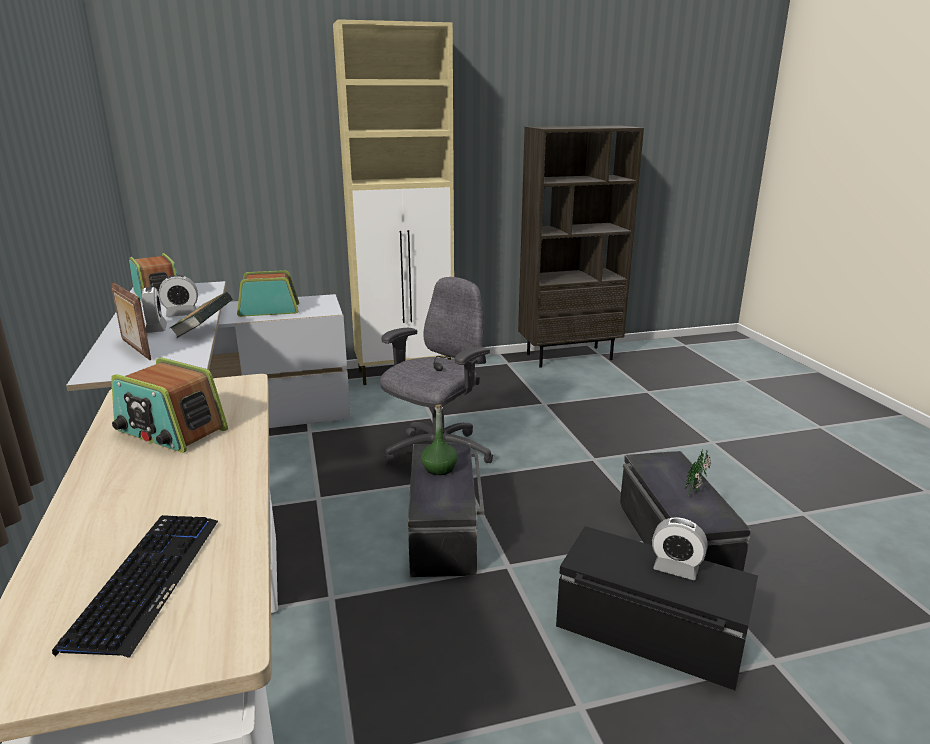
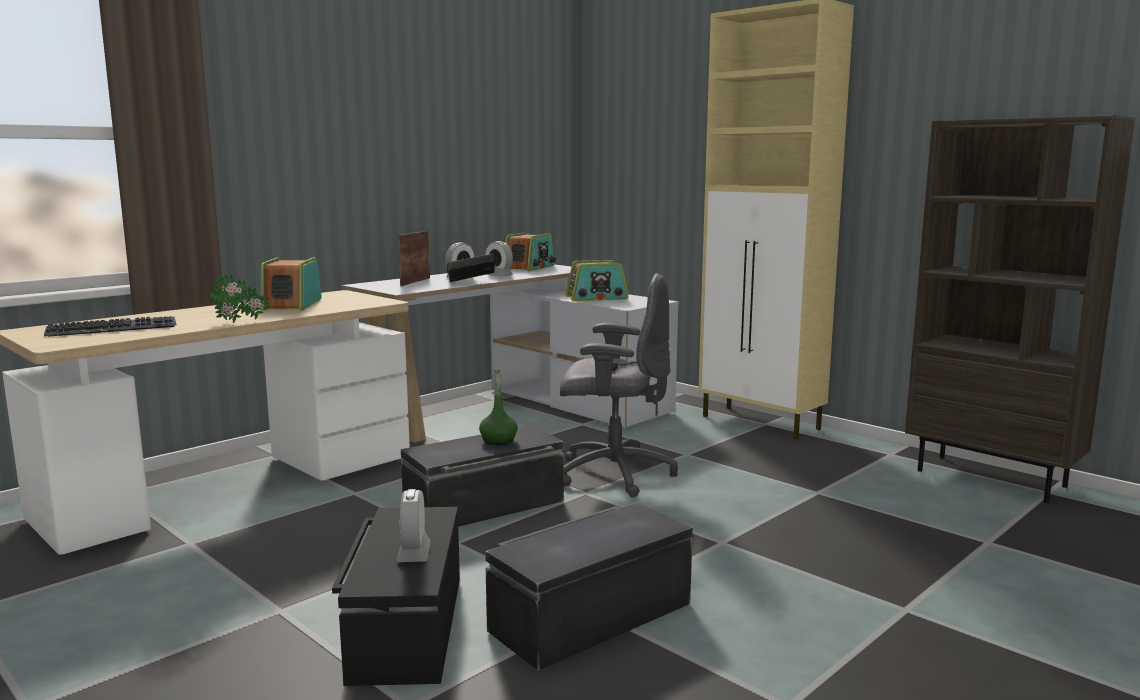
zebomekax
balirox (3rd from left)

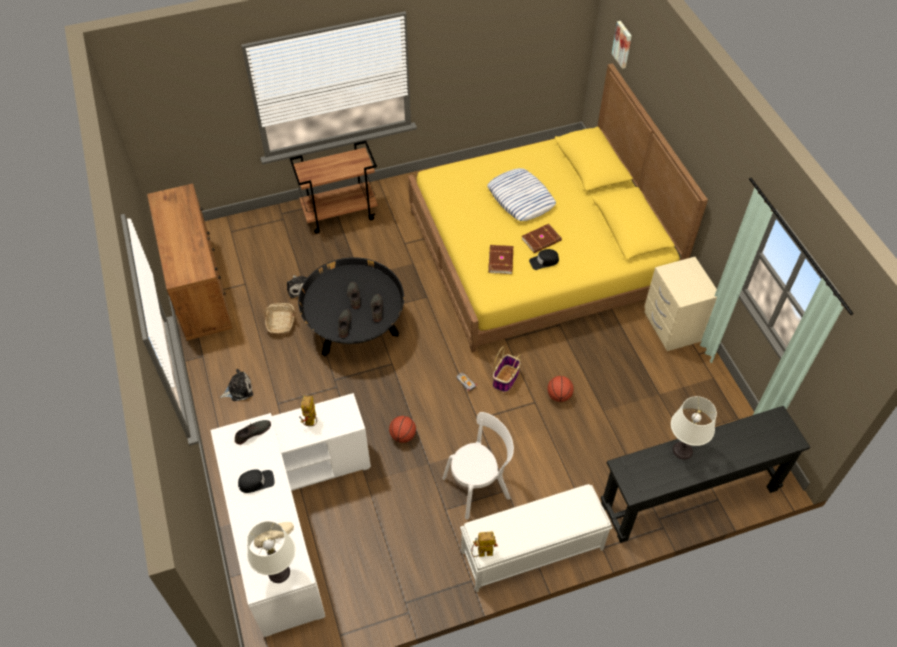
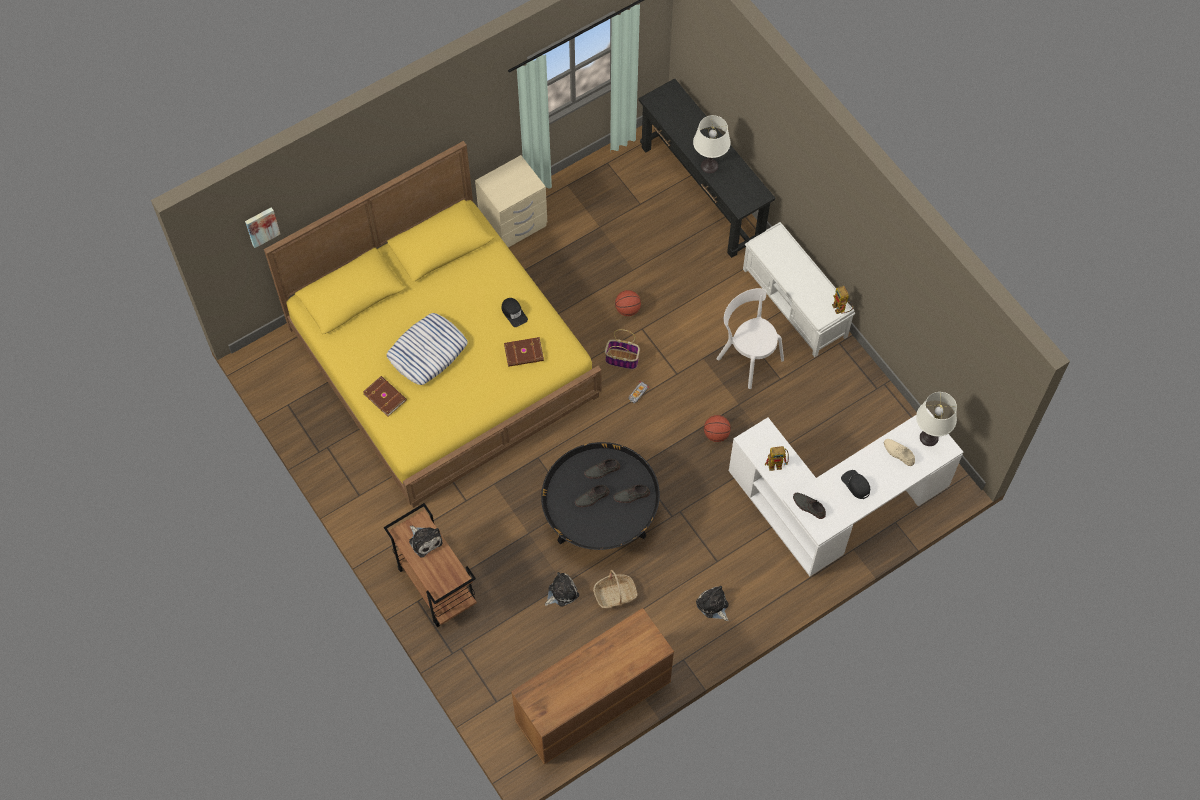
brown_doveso (1st from left)
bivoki (1st from left)

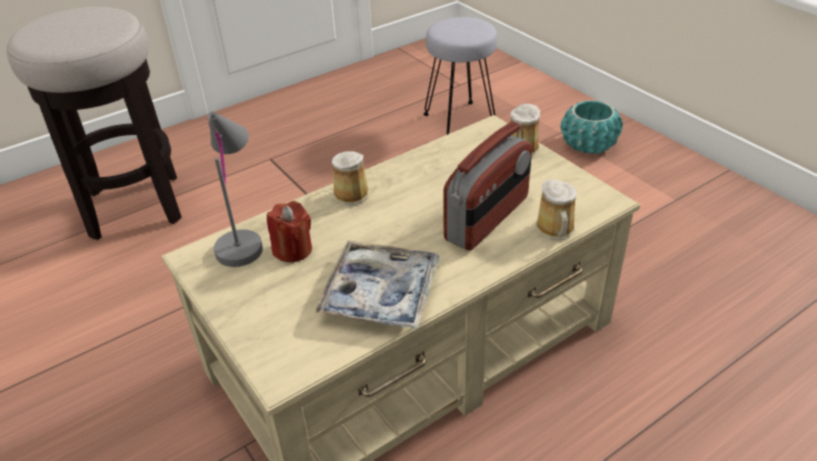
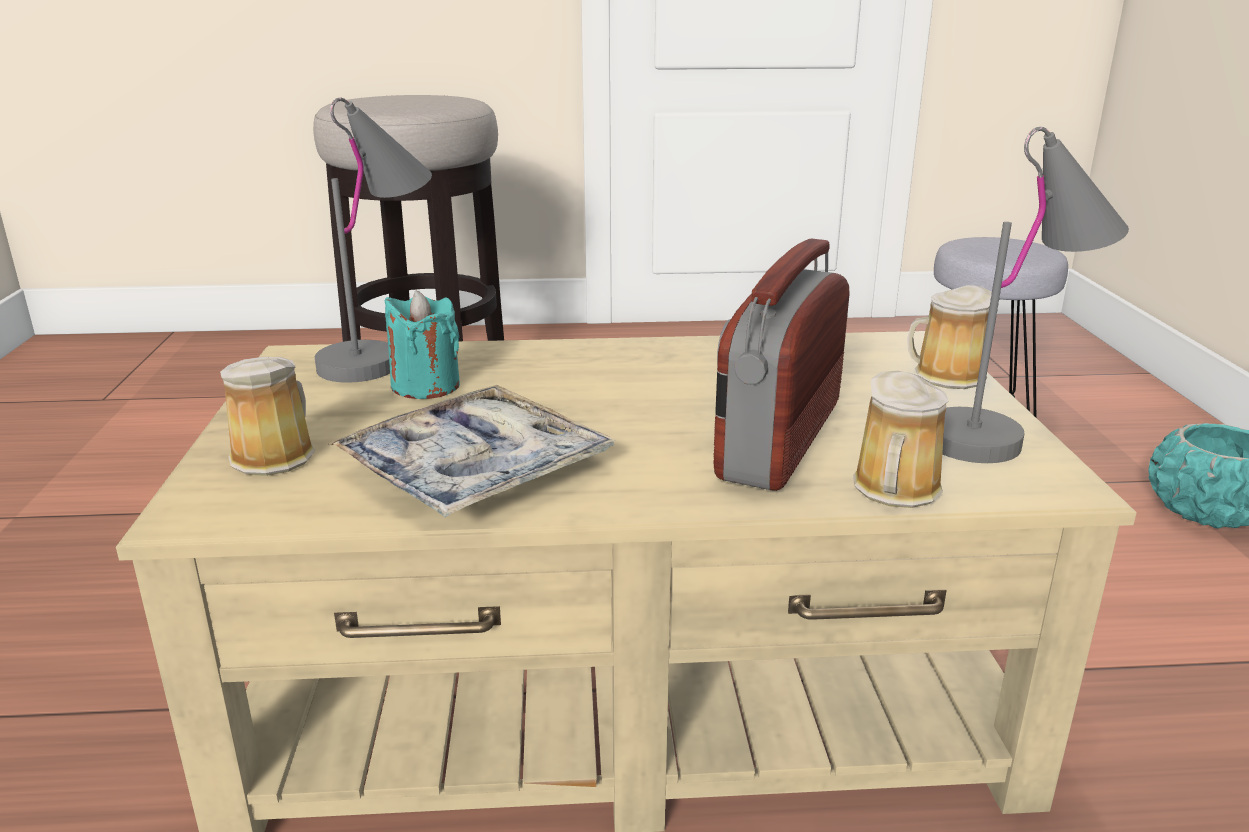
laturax (1st from left)
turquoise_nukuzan
balirox
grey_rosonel (2nd from left)

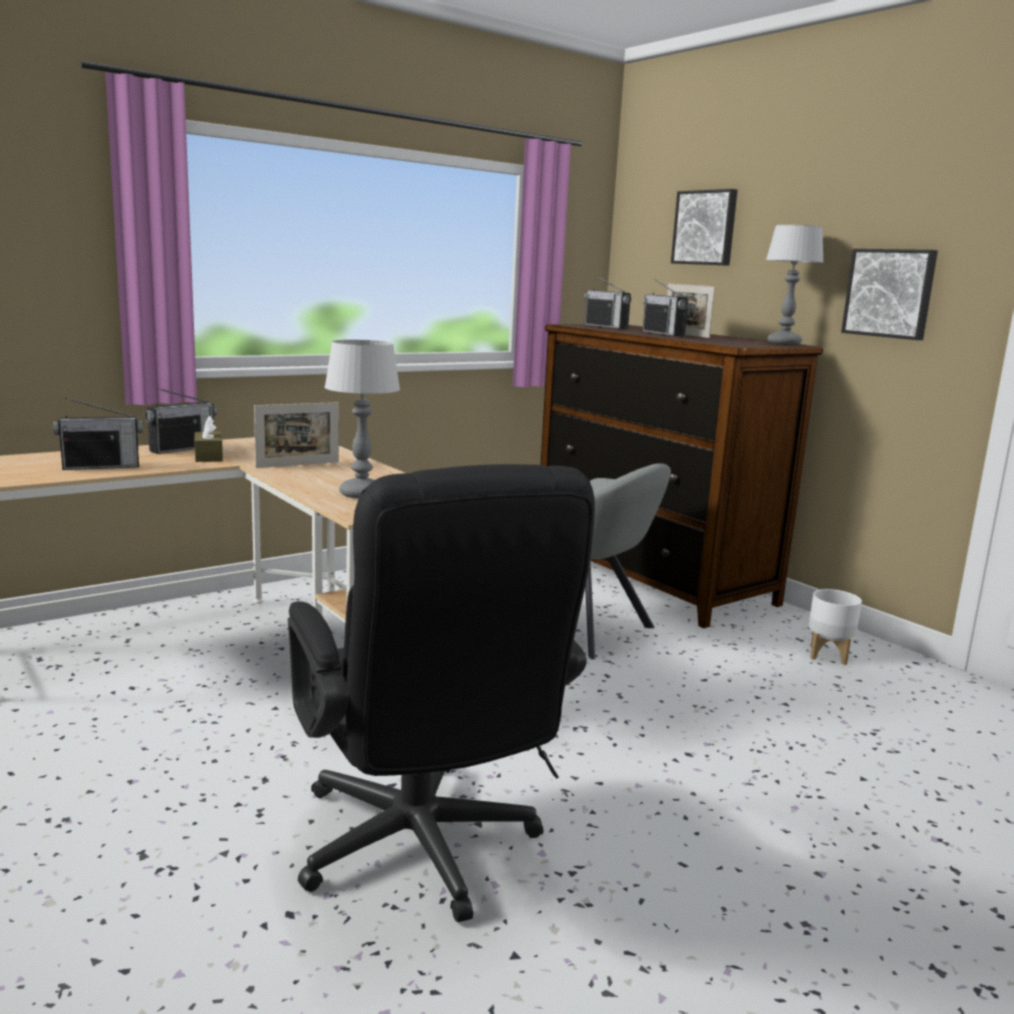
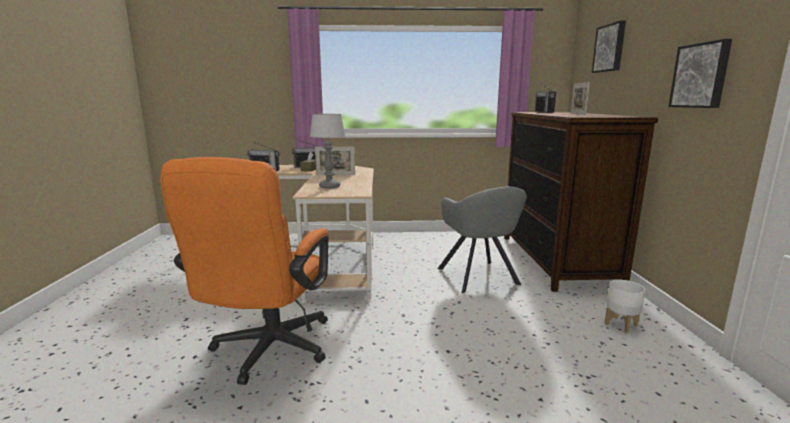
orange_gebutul
balirox (4th from left in the first image)
rosonel (2nd from left in the first image)

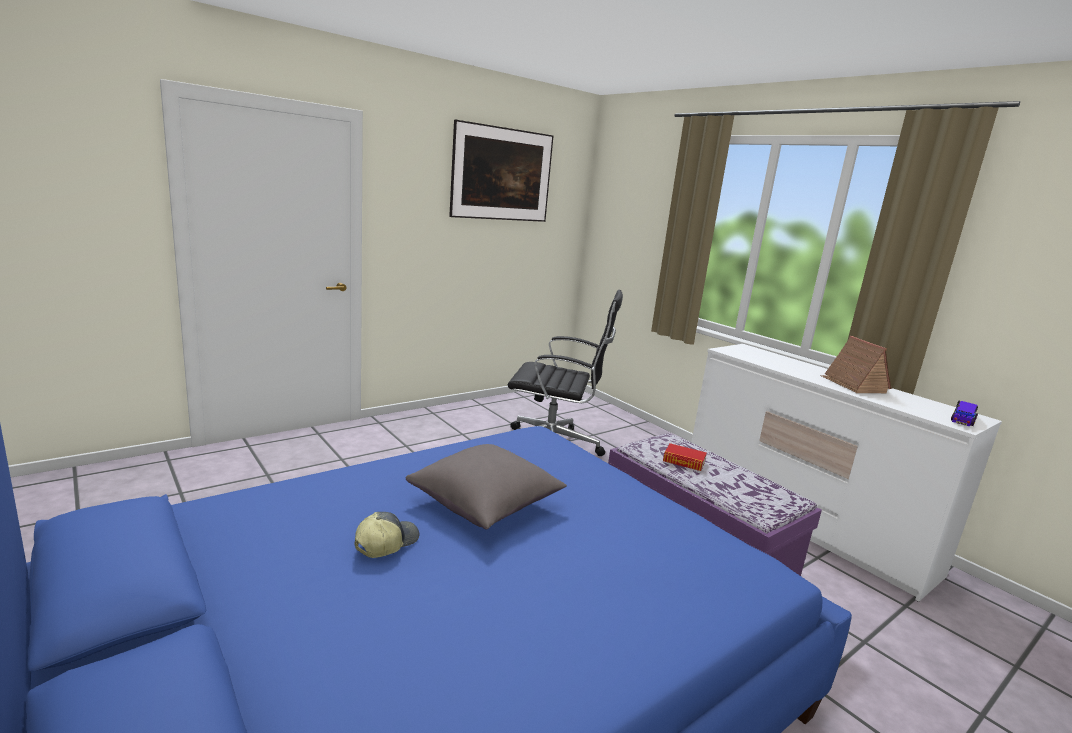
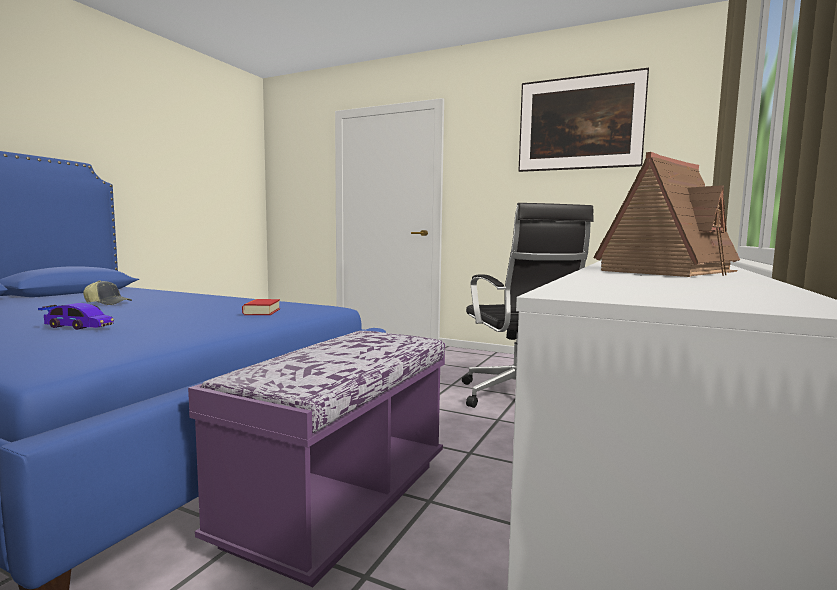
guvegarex
doveso
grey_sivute

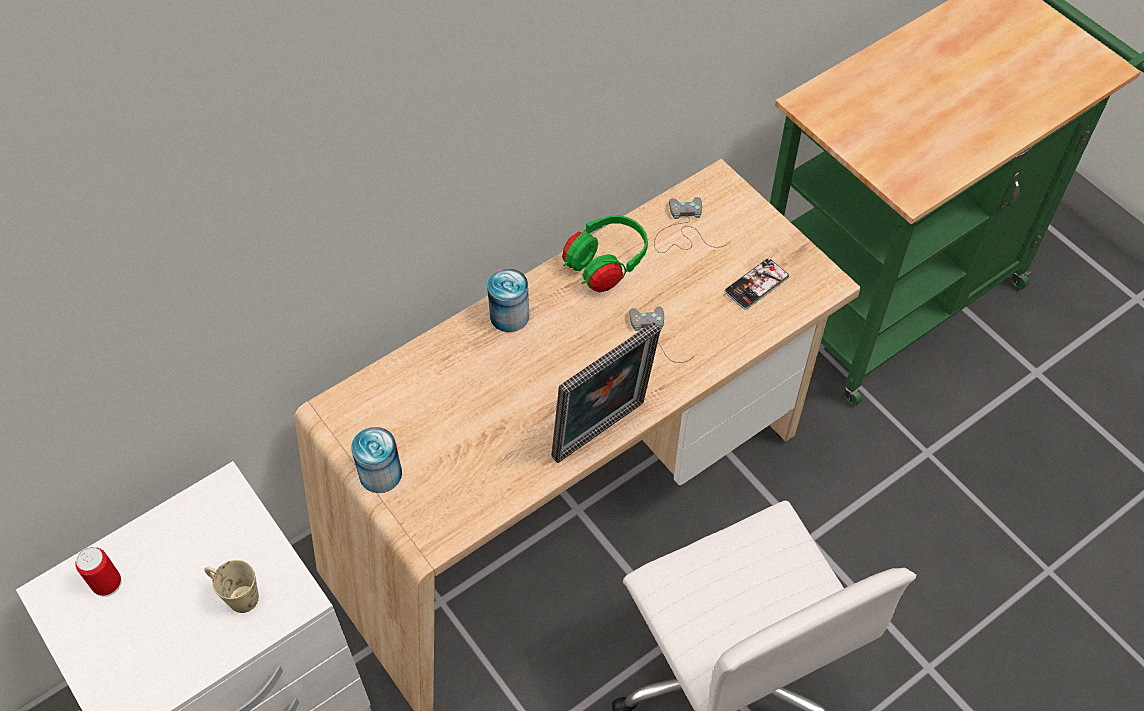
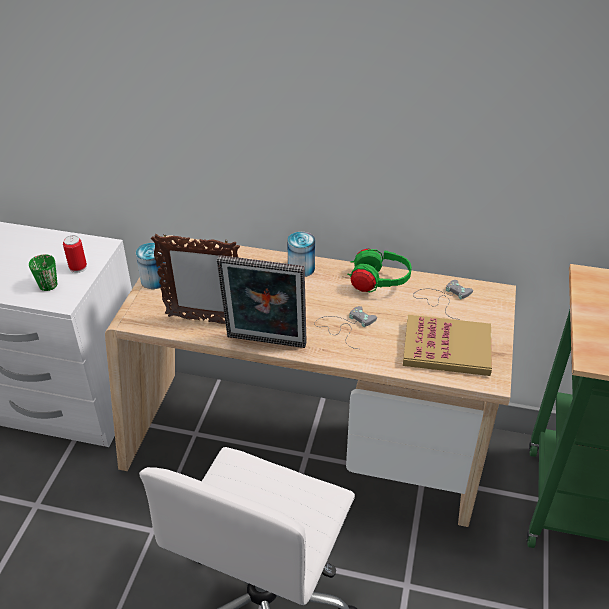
green_laturax
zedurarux (1st from left)
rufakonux (1st from left)
doveso

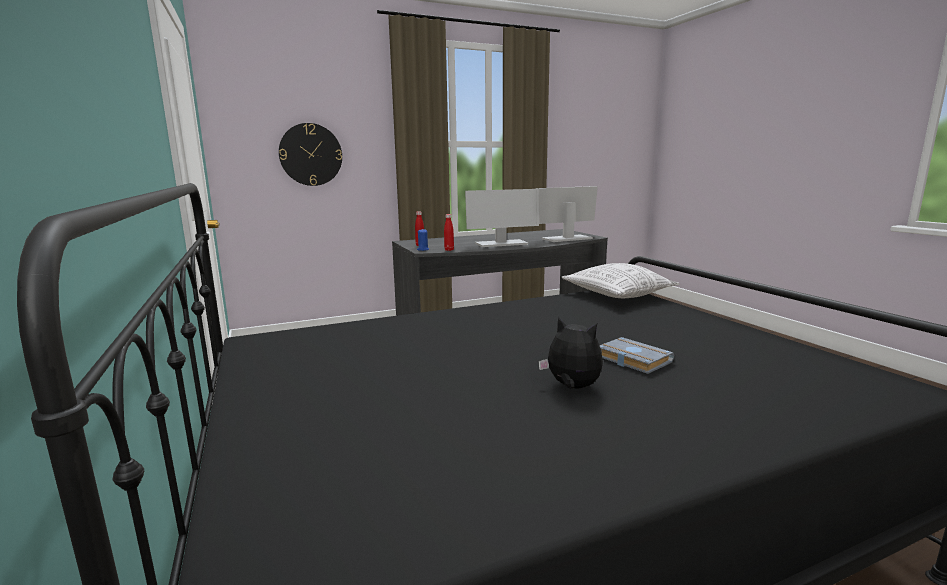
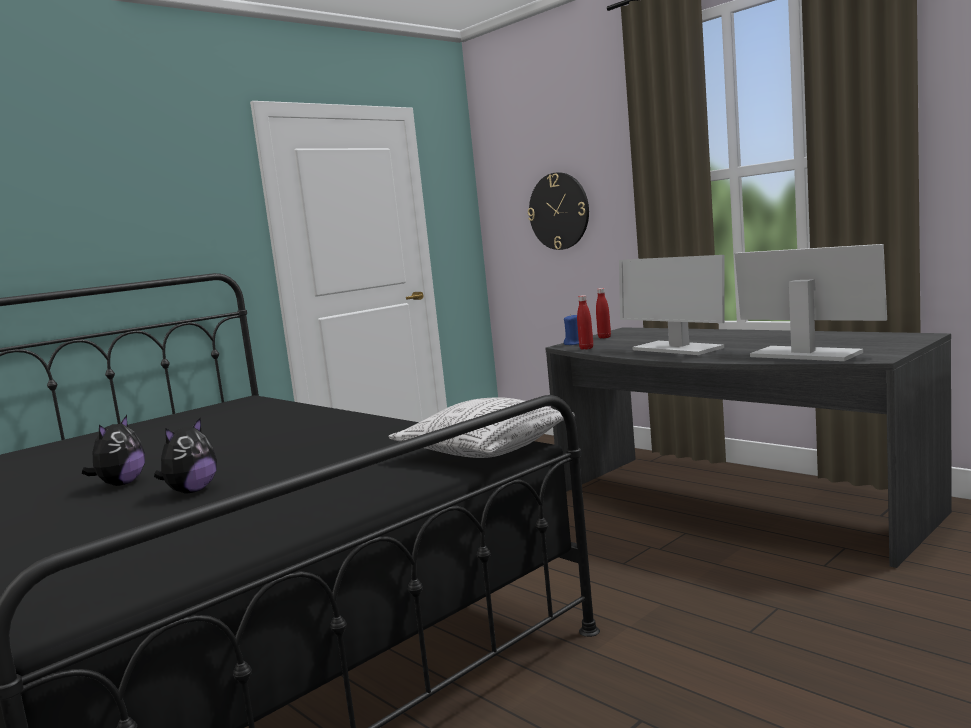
bivoki (2nd from left)

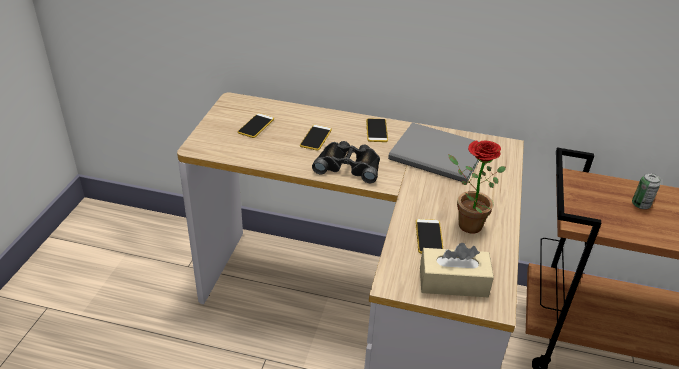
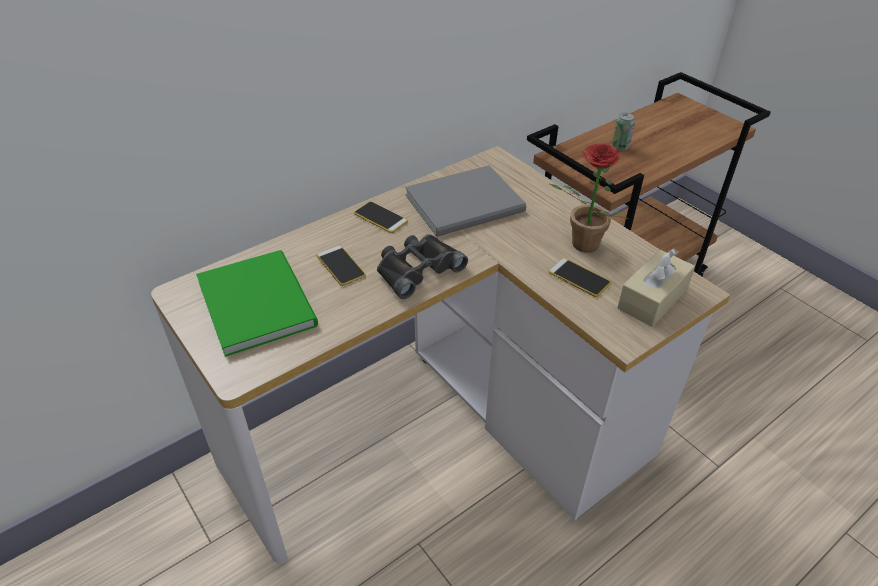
green_doveso

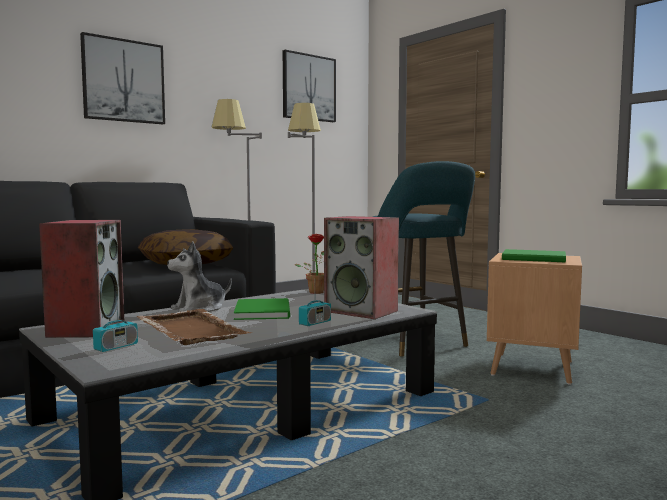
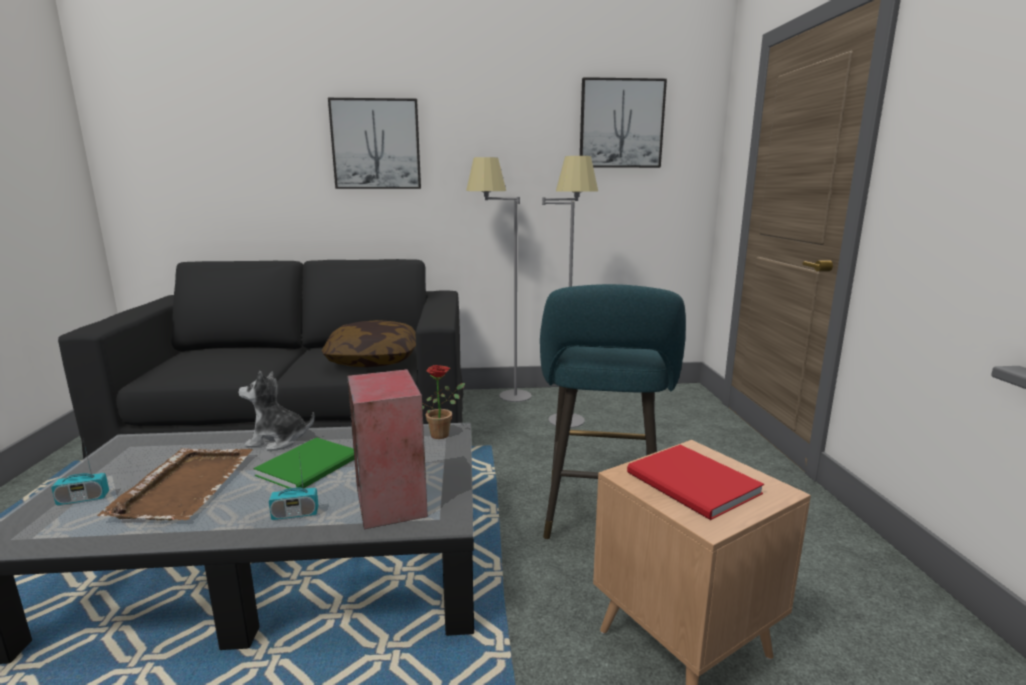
red_doveso
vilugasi (1st from left in the first image)

